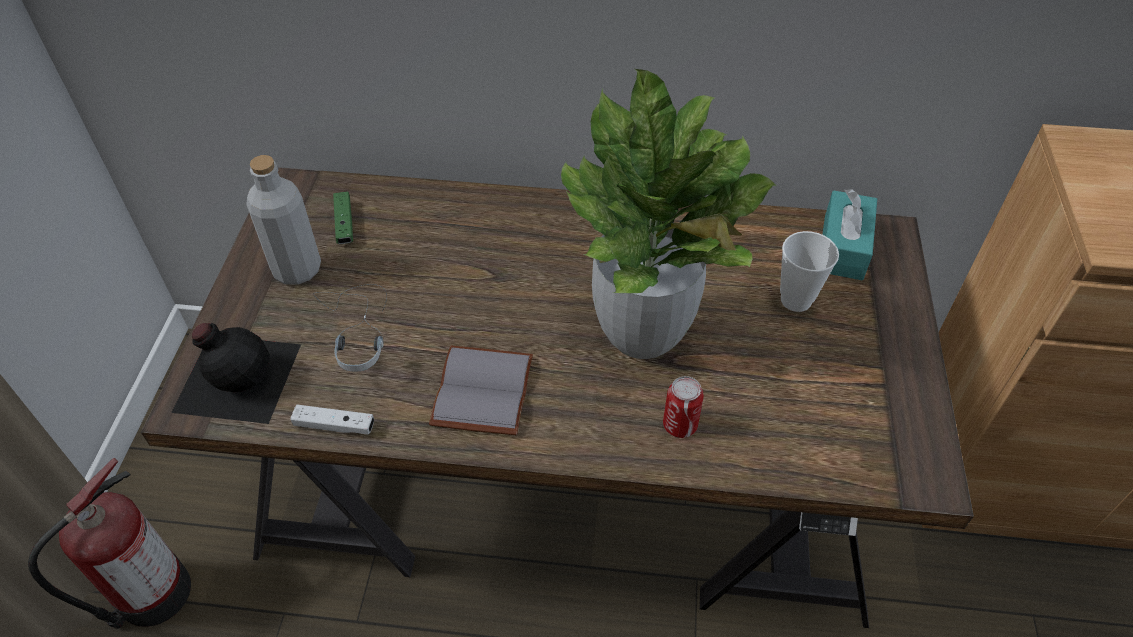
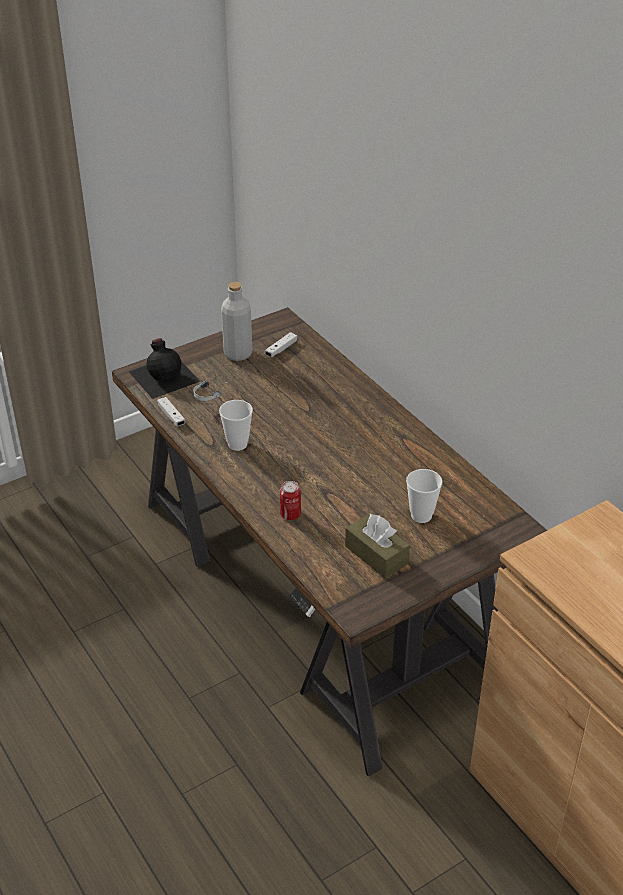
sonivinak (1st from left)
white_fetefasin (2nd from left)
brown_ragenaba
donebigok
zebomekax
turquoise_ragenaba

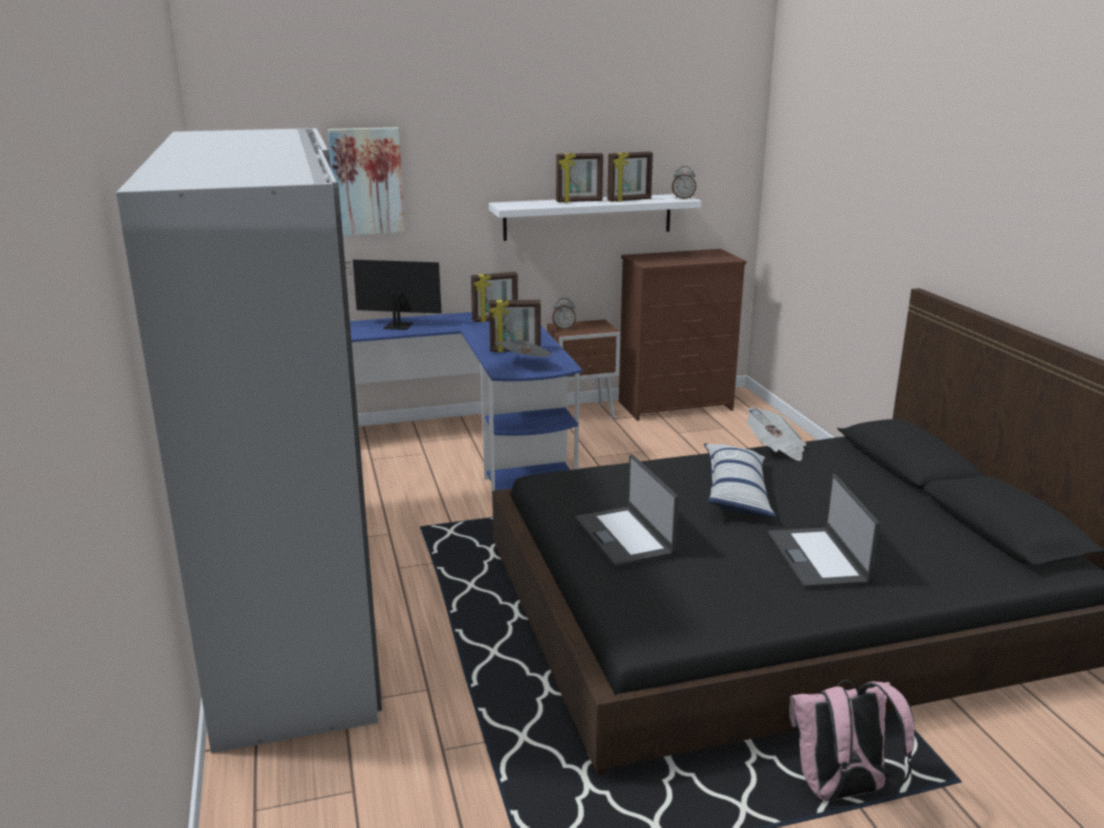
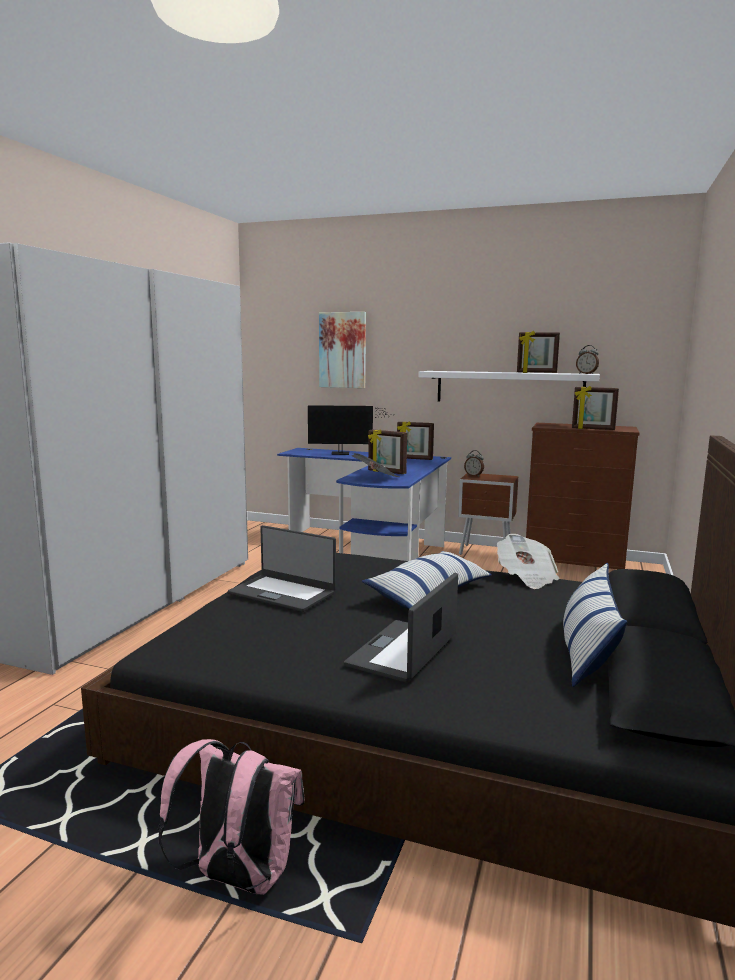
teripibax (1st from left)
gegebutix
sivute (2nd from left)
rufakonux (4th from left)

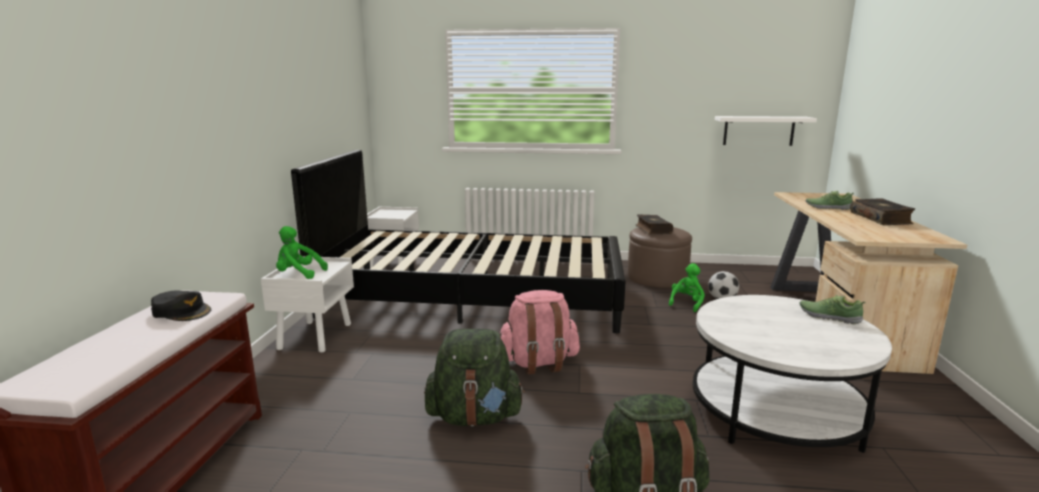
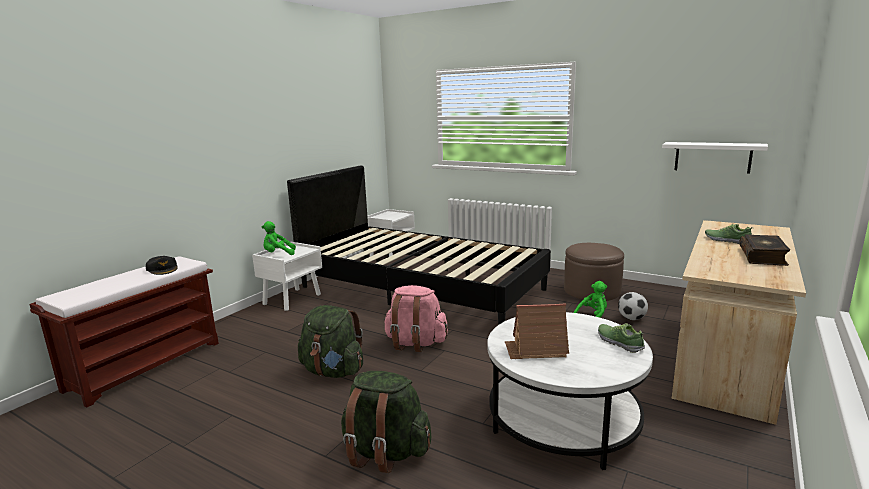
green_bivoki (1st from left)
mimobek
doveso (1st from left in the first image)

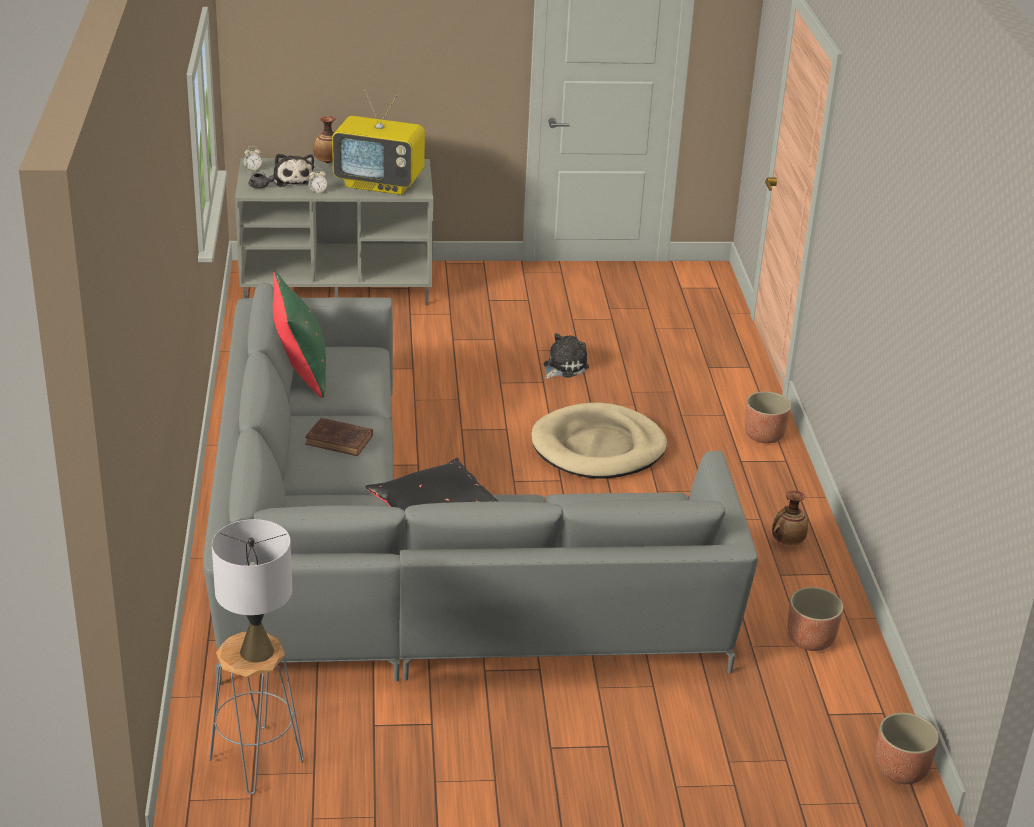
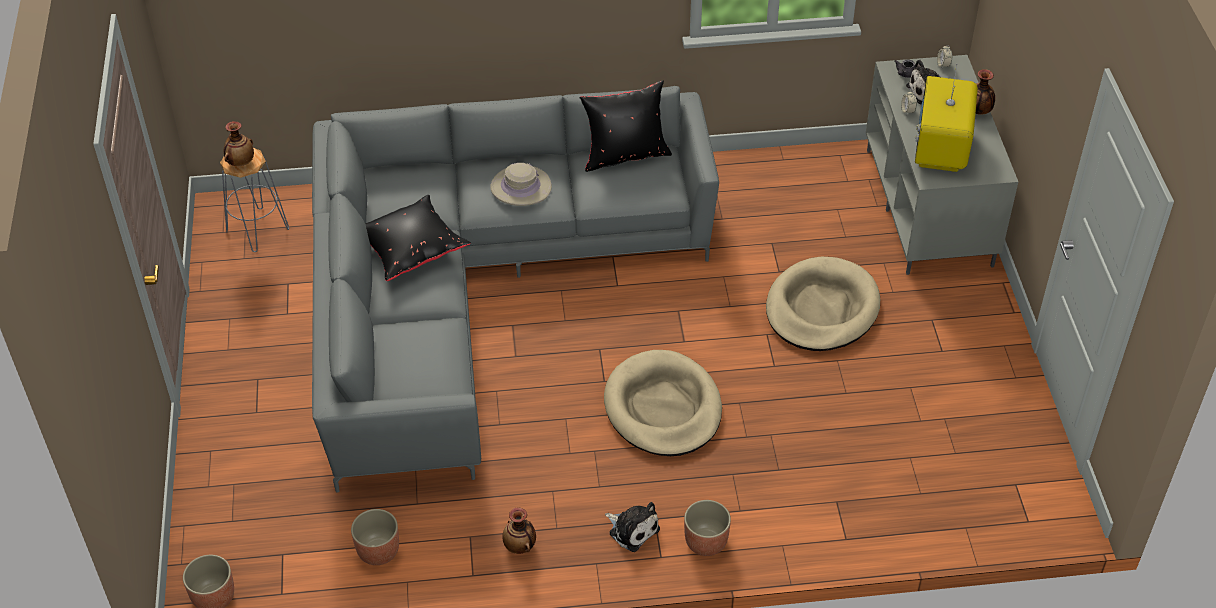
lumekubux (1st from left)
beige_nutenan
black_sivute (2nd from left)
bivoki (1st from left)
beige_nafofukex (2nd from left)

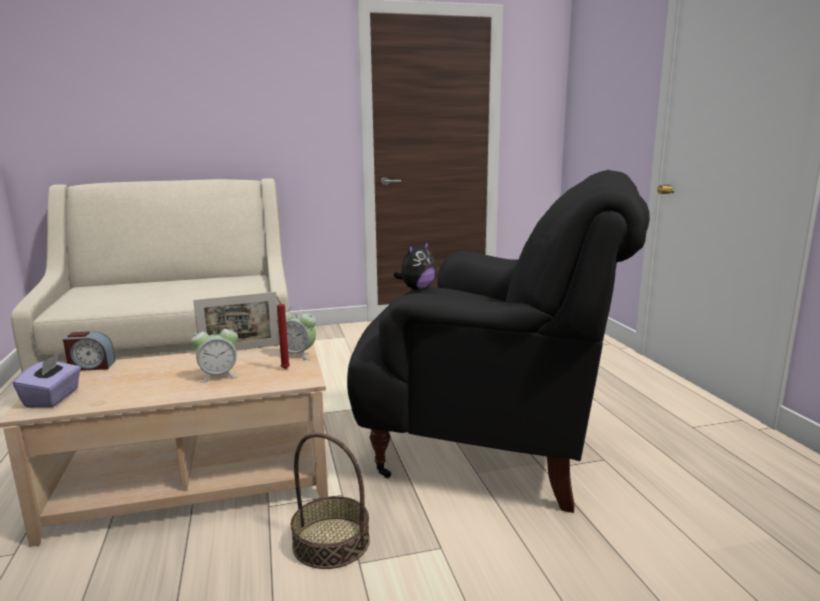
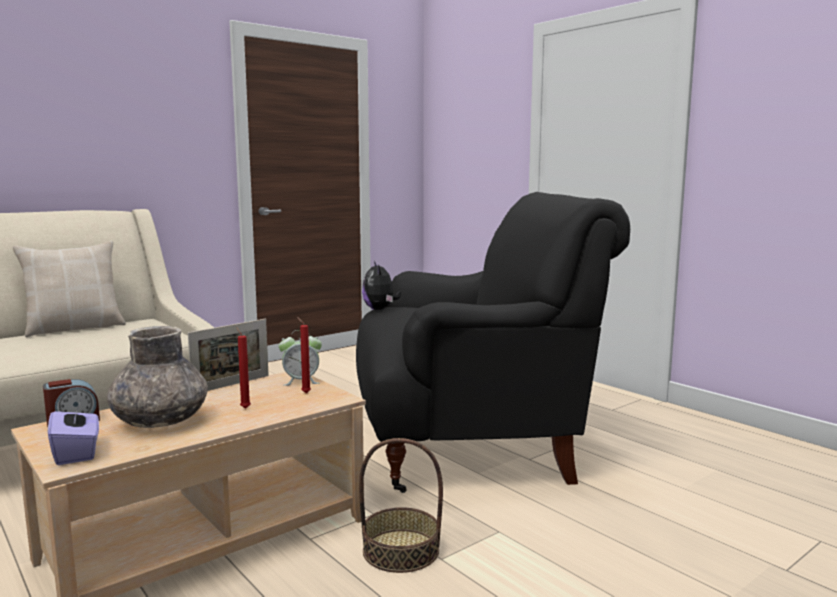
beige_sivute
grey_lumekubux
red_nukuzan (1st from left)
bivoki

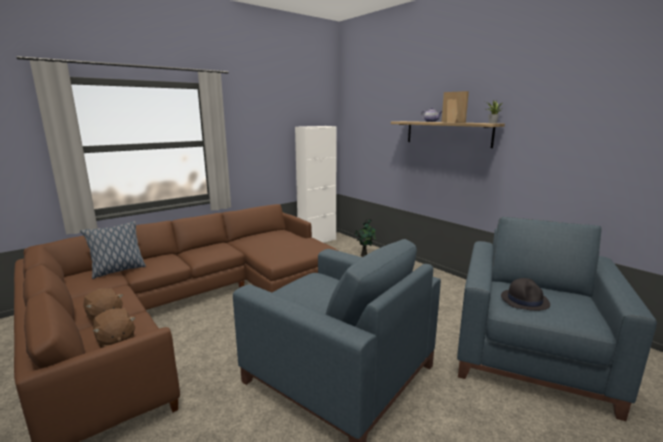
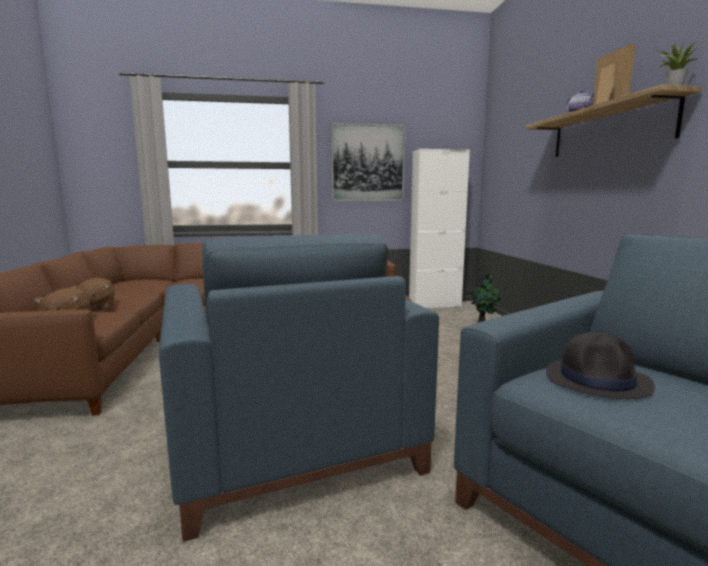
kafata
sivute

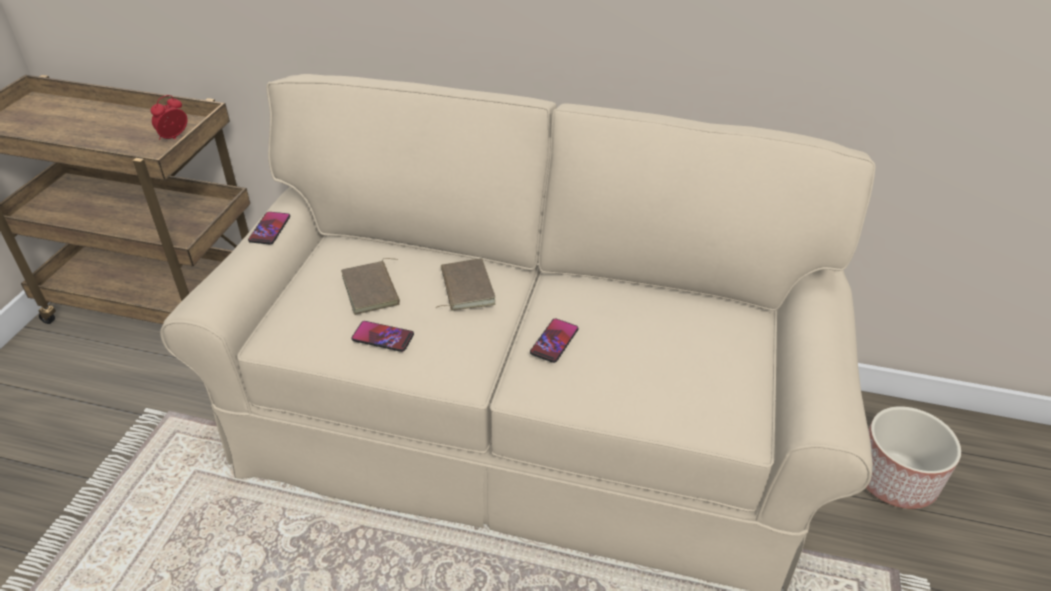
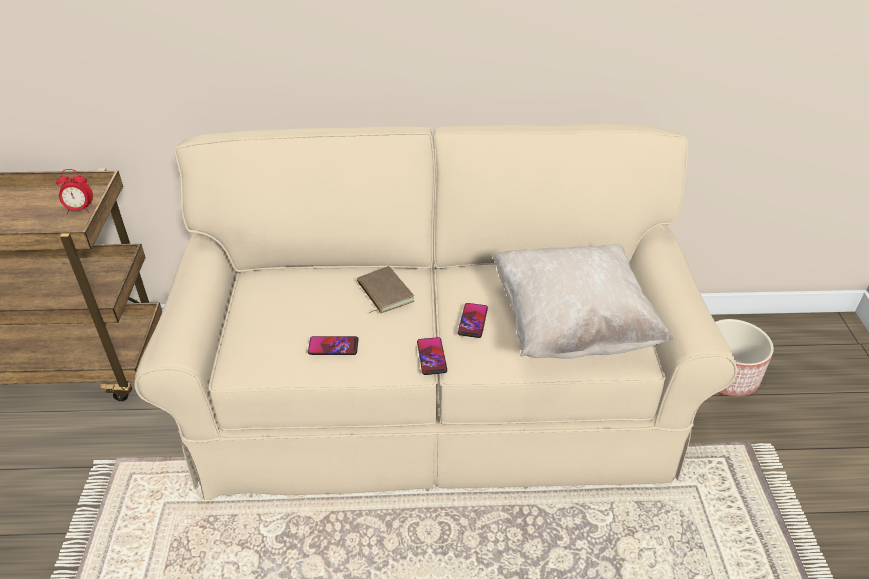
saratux
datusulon (2nd from left)
beige_sivute
brown_doveso (1st from left in the first image)

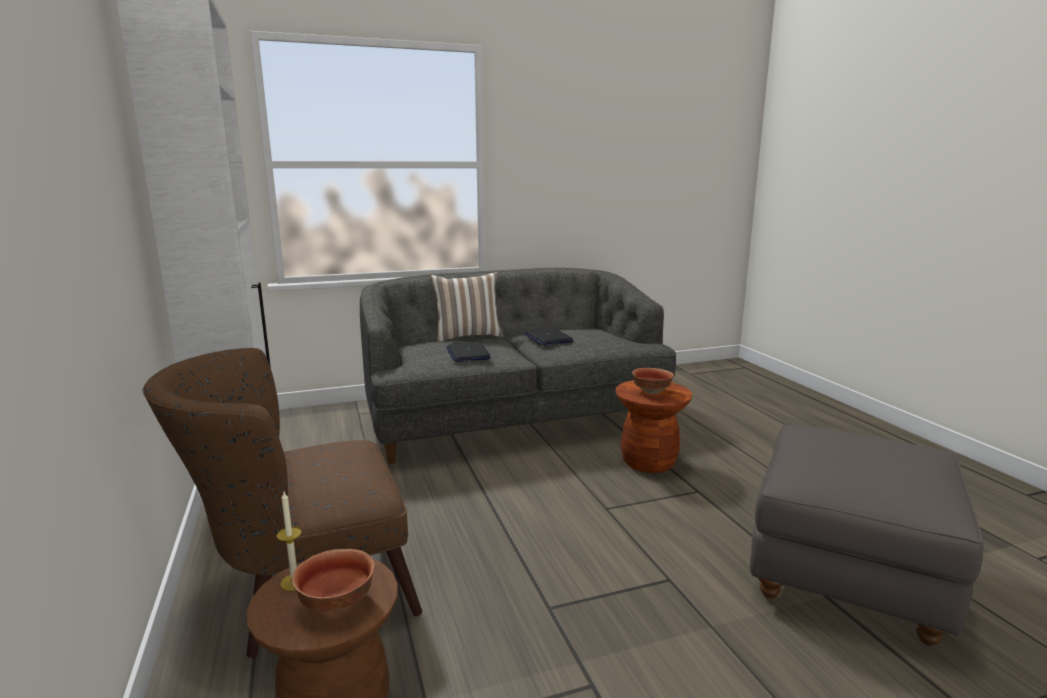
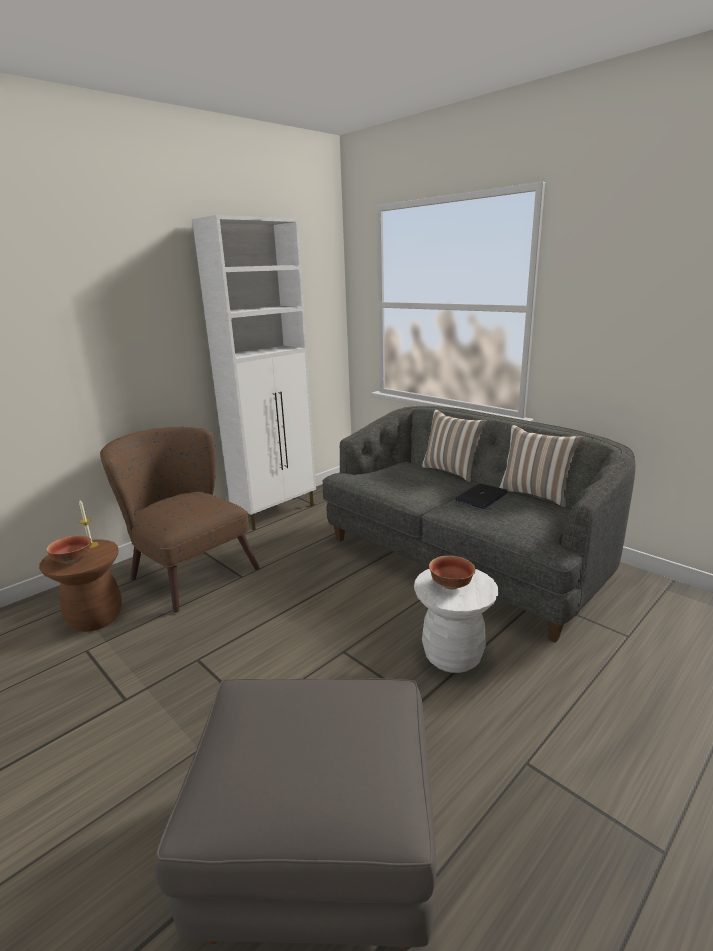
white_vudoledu
sivute (2nd from left)
teripibax (1st from left in the first image)

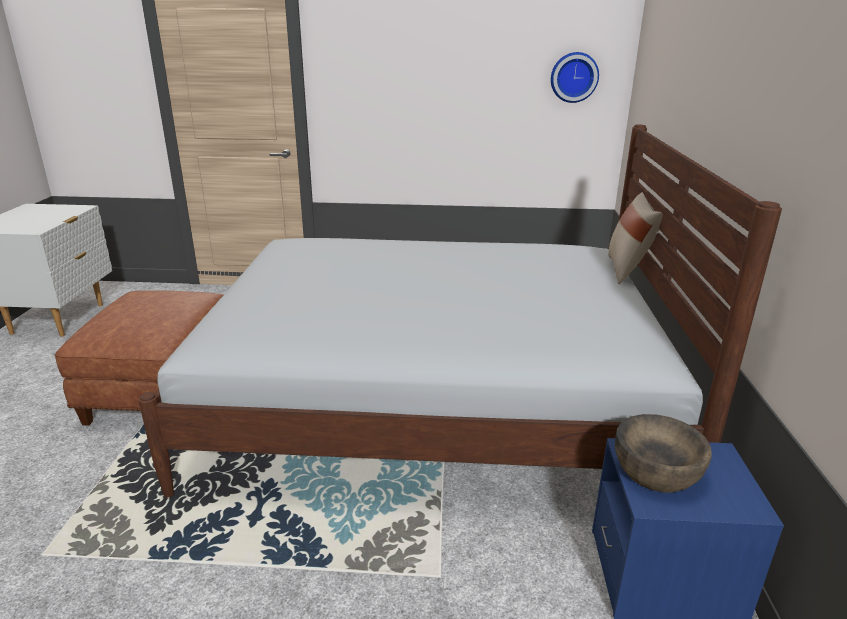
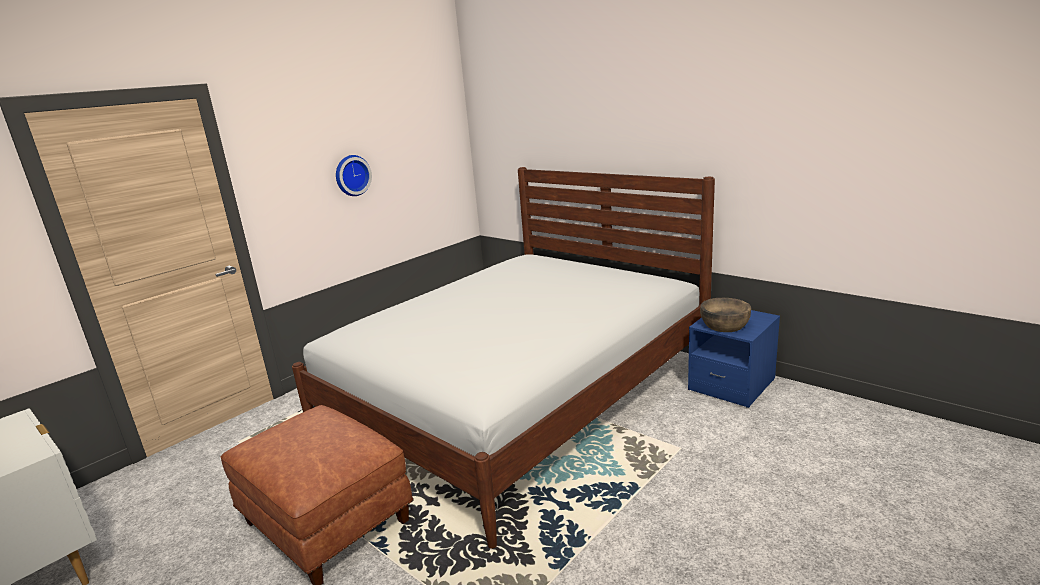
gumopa
beige_sivute

